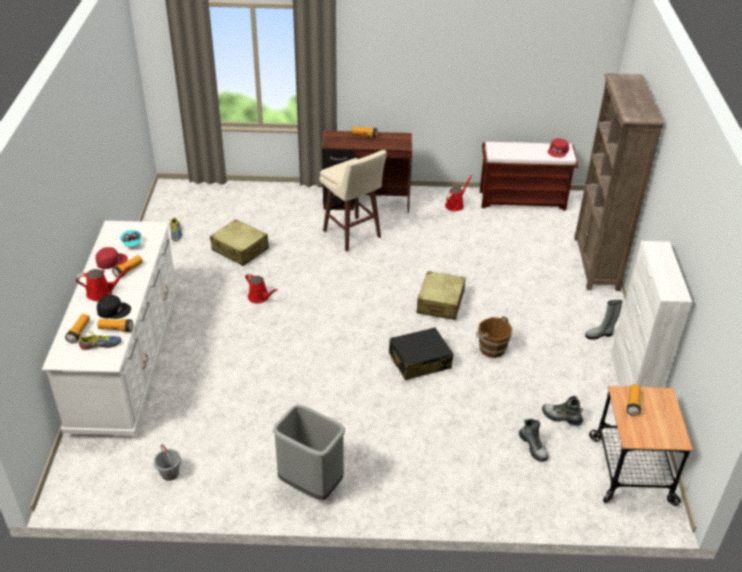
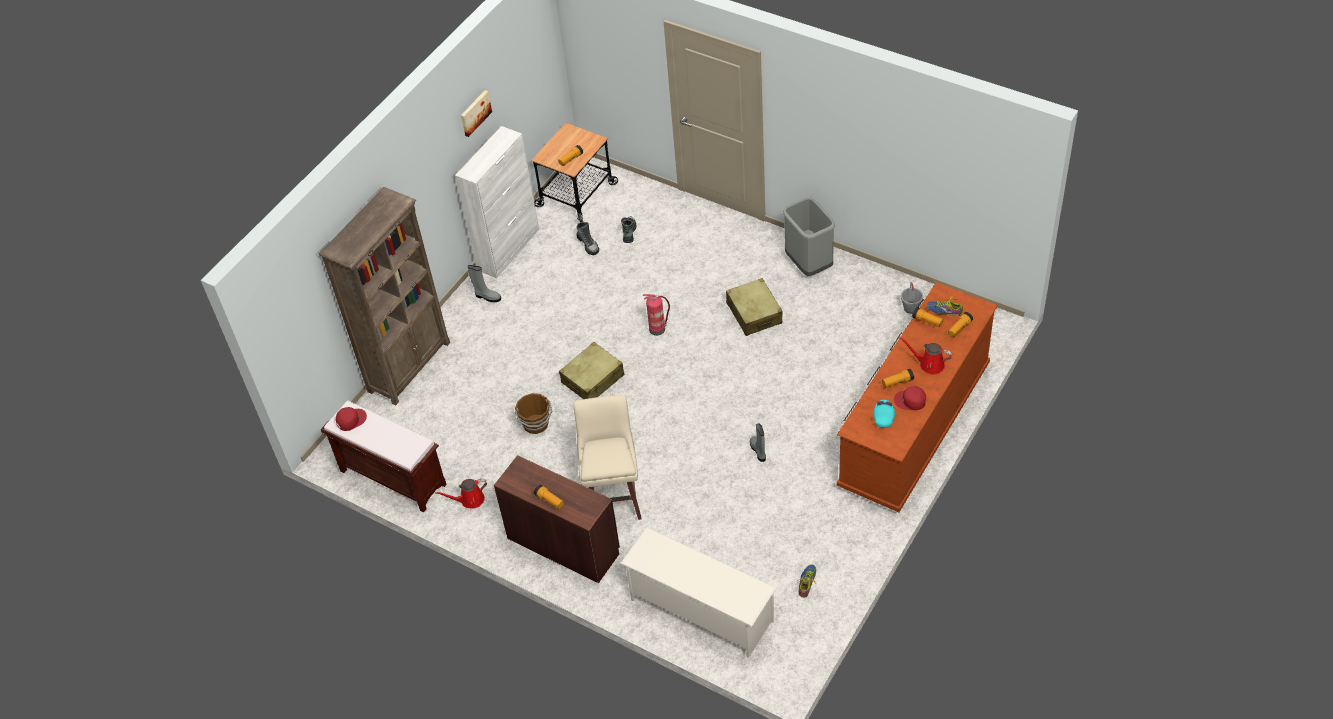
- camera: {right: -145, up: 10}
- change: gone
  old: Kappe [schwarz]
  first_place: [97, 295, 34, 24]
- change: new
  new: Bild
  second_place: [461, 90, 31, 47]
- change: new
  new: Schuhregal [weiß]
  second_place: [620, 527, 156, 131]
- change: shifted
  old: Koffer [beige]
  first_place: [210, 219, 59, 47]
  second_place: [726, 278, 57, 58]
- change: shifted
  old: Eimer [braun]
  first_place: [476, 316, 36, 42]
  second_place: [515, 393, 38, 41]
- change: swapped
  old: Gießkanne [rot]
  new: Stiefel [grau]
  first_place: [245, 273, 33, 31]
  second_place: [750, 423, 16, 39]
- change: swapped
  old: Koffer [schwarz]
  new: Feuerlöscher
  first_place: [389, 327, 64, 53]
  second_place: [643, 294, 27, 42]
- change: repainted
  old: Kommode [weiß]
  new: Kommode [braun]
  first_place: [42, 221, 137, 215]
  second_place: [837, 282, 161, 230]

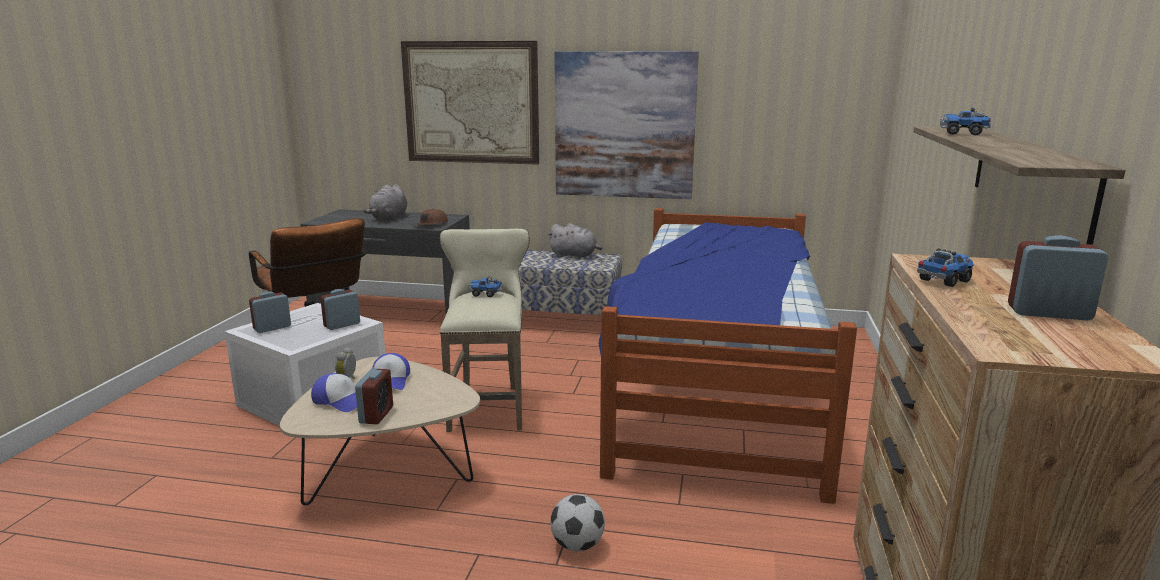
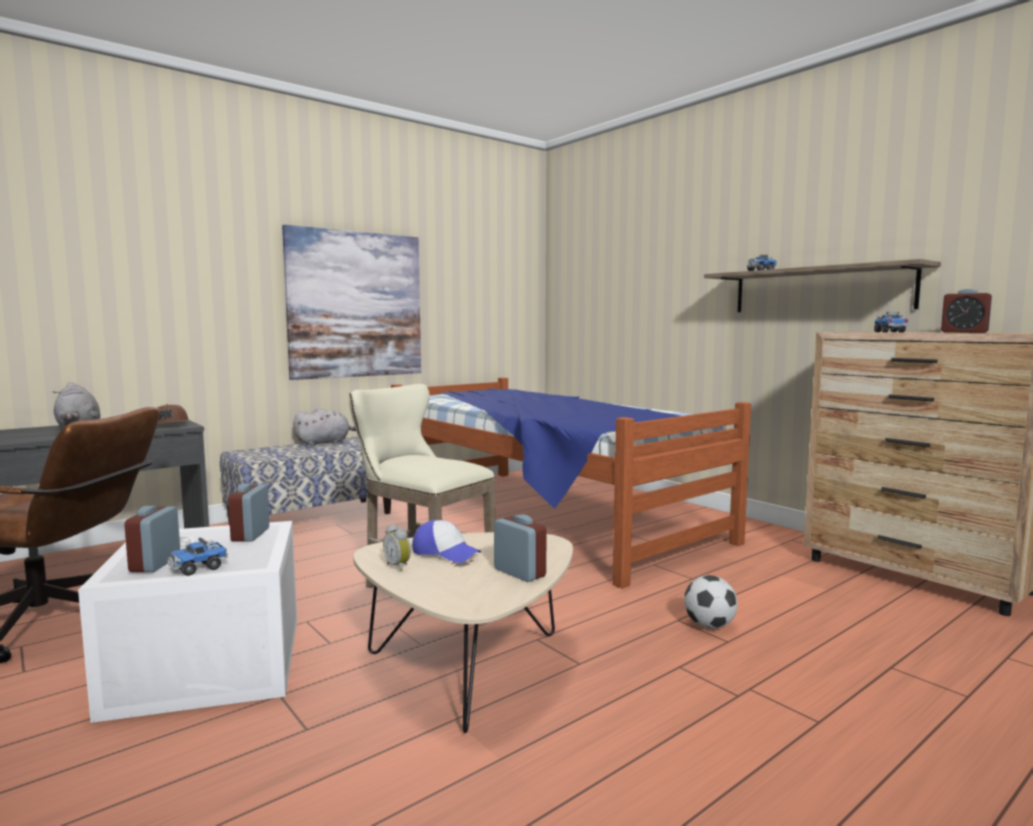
- camera: {right: -50, up: -10}
- change: gone
  old: Kappe
  first_place: [311, 373, 46, 39]
- change: gone
  old: Bild
  first_place: [401, 41, 138, 124]
- change: shifted
  old: Spielzeuglaster
  first_place: [469, 276, 34, 21]
  second_place: [167, 538, 61, 38]
- change: rotated
  old: Wecker
  first_place: [1008, 235, 100, 85]
  second_place: [941, 289, 51, 44]
  degrees: -105

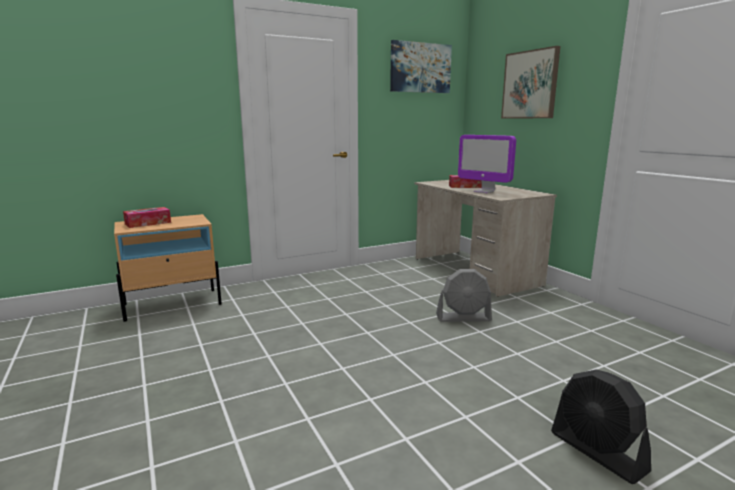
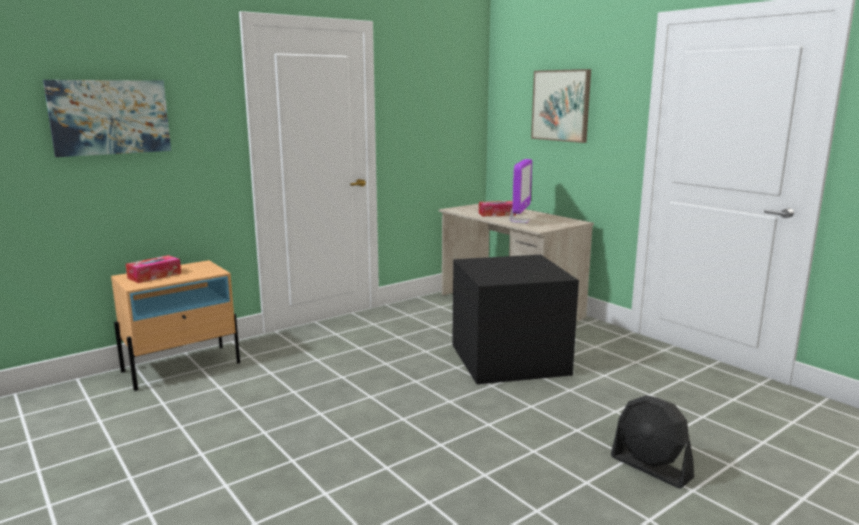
- camera: {right: -10, up: 0}
- change: shifted
  old: Bild
  first_place: [390, 40, 62, 53]
  second_place: [43, 80, 128, 77]
- change: swapped
  old: Ventilator [grau]
  new: Aufbewahrungsbox [schwarz]
  first_place: [436, 269, 56, 53]
  second_place: [452, 255, 127, 129]
- change: rotated
  old: Monitor
  first_place: [458, 135, 58, 58]
  second_place: [509, 159, 23, 64]
  degrees: -105

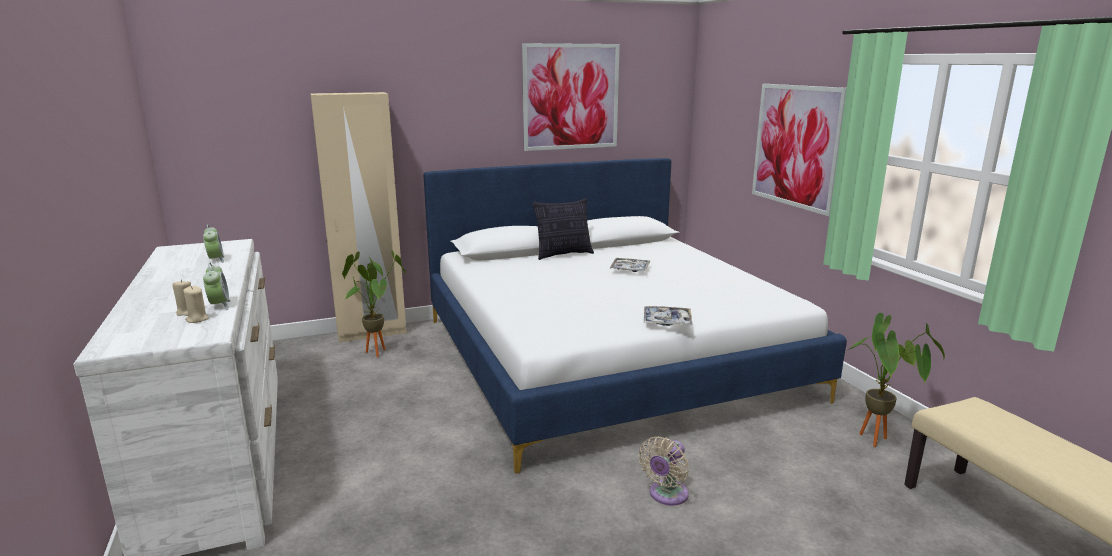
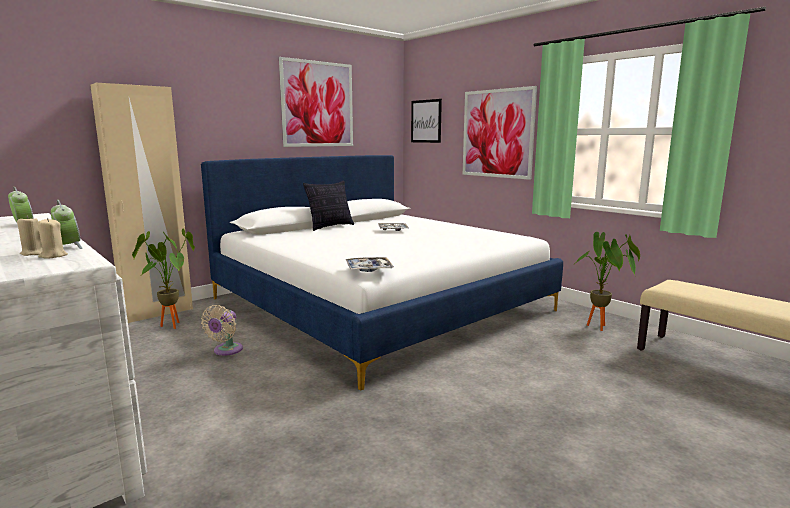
- camera: {right: -20, up: -5}
- change: new
  new: Bild
  second_place: [411, 99, 31, 44]
- change: shifted
  old: Ventilator [beige]
  first_place: [639, 436, 50, 70]
  second_place: [201, 305, 42, 51]
- change: shifted
  old: Tablett
  first_place: [644, 306, 49, 20]
  second_place: [346, 257, 48, 15]

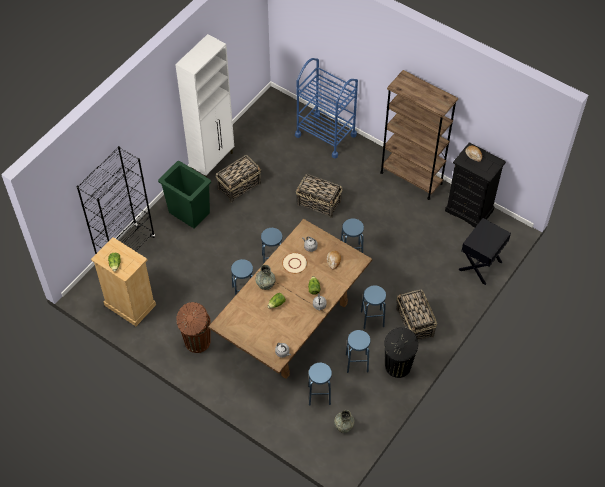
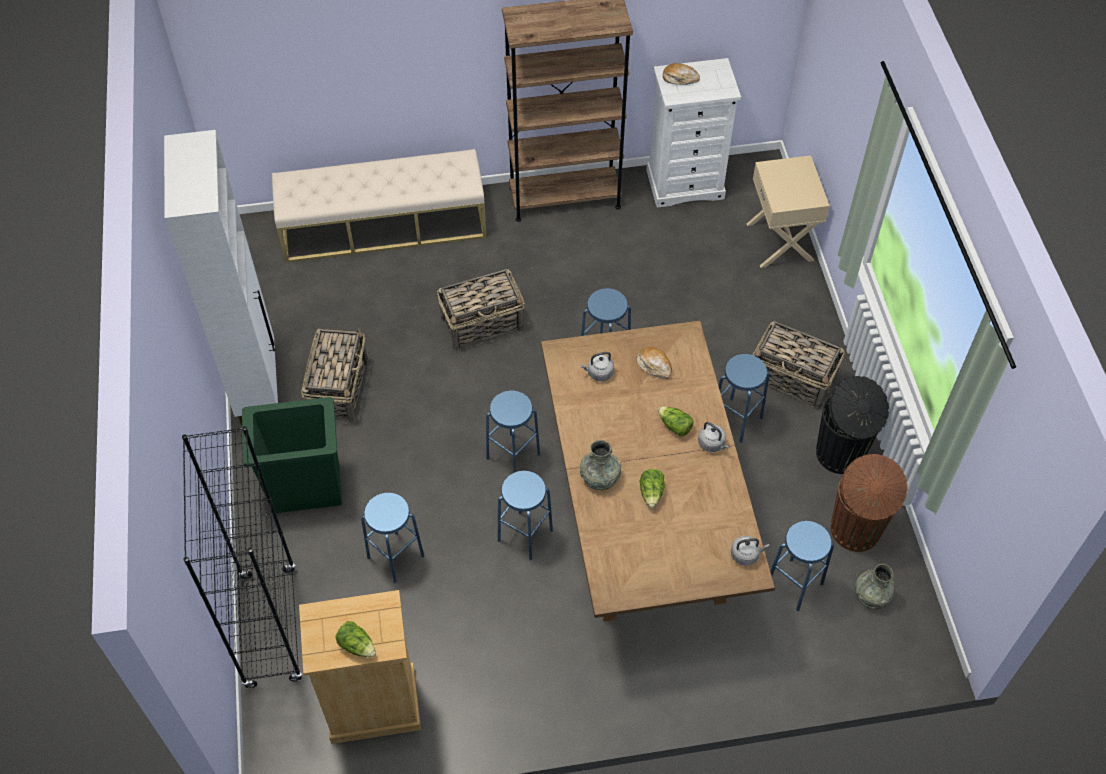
- camera: {right: -45, up: 0}
- change: gone
  old: Teller [beige]
  first_place: [282, 253, 25, 21]
- change: shifted
  old: Mülleimer [braun]
  first_place: [176, 302, 35, 51]
  second_place: [831, 454, 77, 98]
- change: shifted
  old: Hocker [blau]
  first_place: [346, 330, 25, 43]
  second_place: [361, 493, 63, 90]
- change: swapped
  old: Rollwagen [blau]
  new: Bank [beige]
  first_place: [295, 58, 63, 101]
  second_place: [272, 149, 215, 114]
- change: repainted
  old: Kommode [schwarz]
  new: Kommode [weiß]
  first_place: [445, 142, 61, 85]
  second_place: [646, 58, 95, 150]
- change: repainted
  old: Nachttisch [schwarz]
  new: Nachttisch [beige]
  first_place: [458, 218, 53, 67]
  second_place: [747, 155, 83, 113]

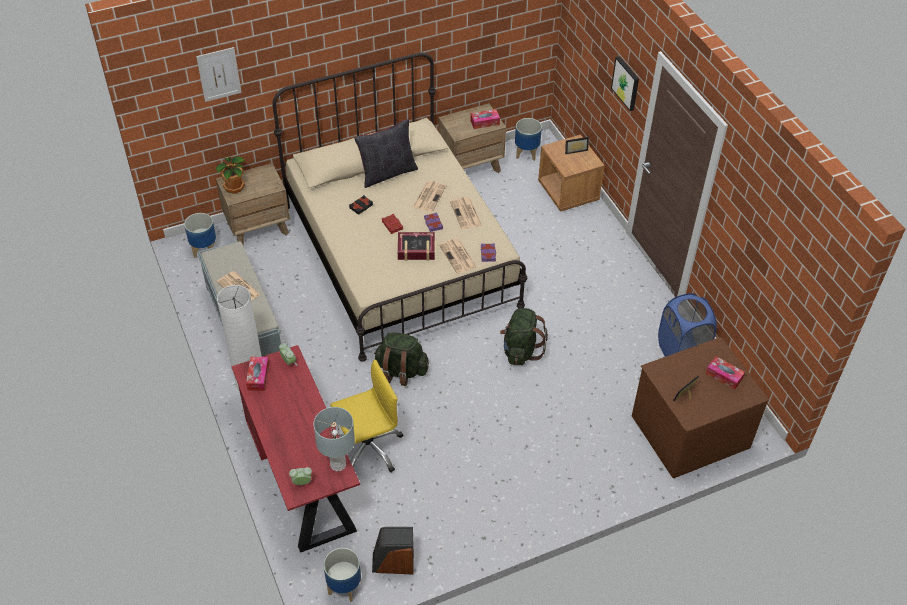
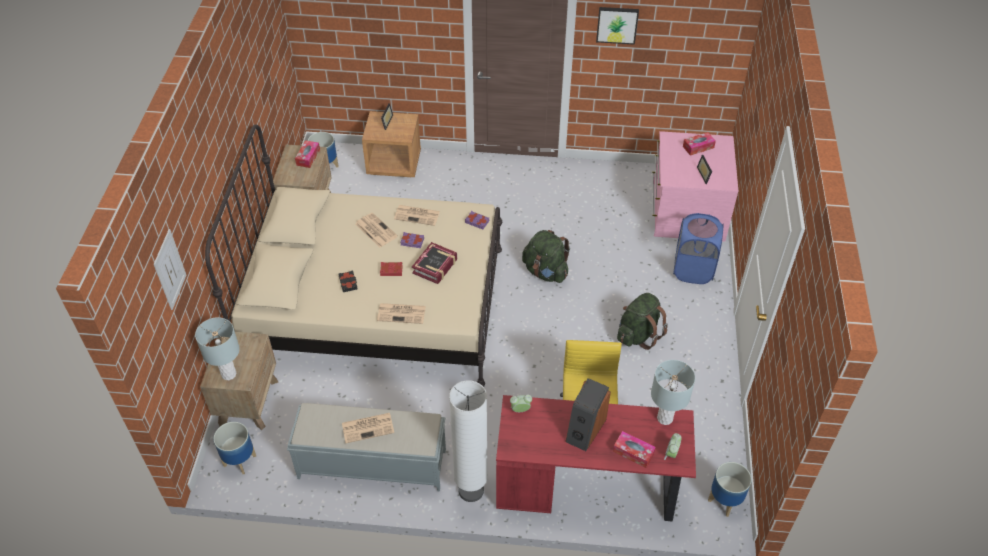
- camera: {right: -60, up: 0}
- change: gone
  old: Kissen [schwarz]
  first_place: [354, 119, 64, 69]
- change: shifted
  old: Taschentuchbox
  first_place: [246, 357, 23, 34]
  second_place: [613, 431, 43, 37]
- change: shifted
  old: Lautsprecher
  first_place: [372, 527, 42, 48]
  second_place: [565, 378, 46, 73]
- change: shifted
  old: Rucksack [grün]
  first_place: [374, 332, 55, 54]
  second_place: [617, 293, 51, 57]
- change: shifted
  old: Zeitung
  first_place: [439, 238, 38, 35]
  second_place: [377, 303, 49, 21]
- change: shifted
  old: Bild
  first_place: [611, 56, 28, 55]
  second_place: [596, 7, 43, 38]
- change: shifted
  old: Wäschekorb [blau]
  first_place: [658, 293, 59, 64]
  second_place: [673, 213, 50, 71]
- change: swapped
  old: Topfpflanze
  new: Tischlampe [grau]
  first_place: [216, 156, 29, 38]
  second_place: [195, 317, 45, 63]
- change: repainted
  old: Kommode [braun]
  new: Kommode [rosa]
  first_place: [632, 337, 137, 141]
  second_place: [652, 131, 86, 111]

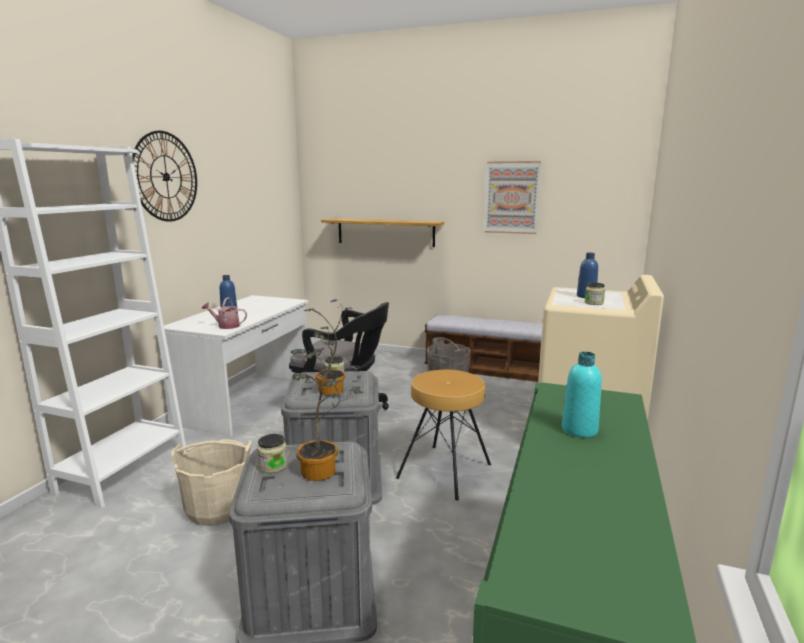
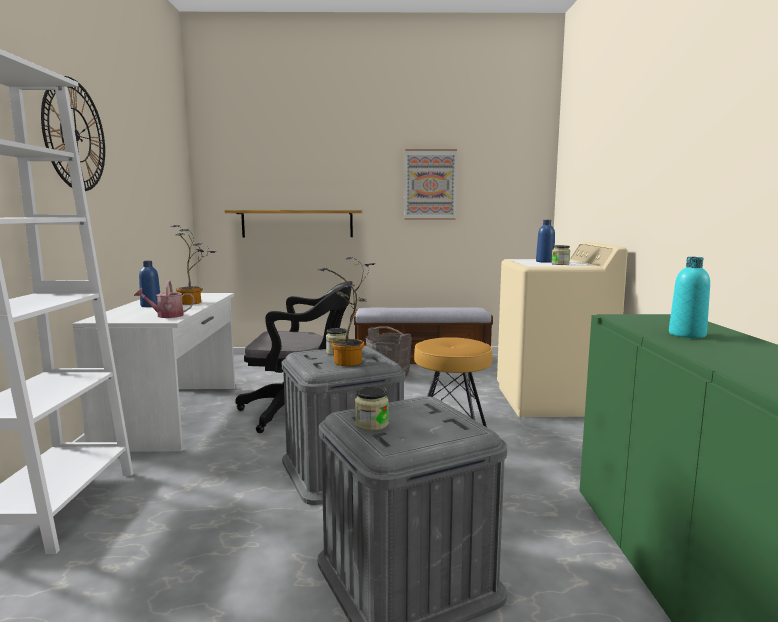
- camera: {right: -20, up: -5}
- change: gone
  old: Eimer [beige]
  first_place: [171, 440, 81, 86]
- change: shifted
  old: Topfpflanze
  first_place: [291, 347, 72, 134]
  second_place: [170, 225, 46, 80]

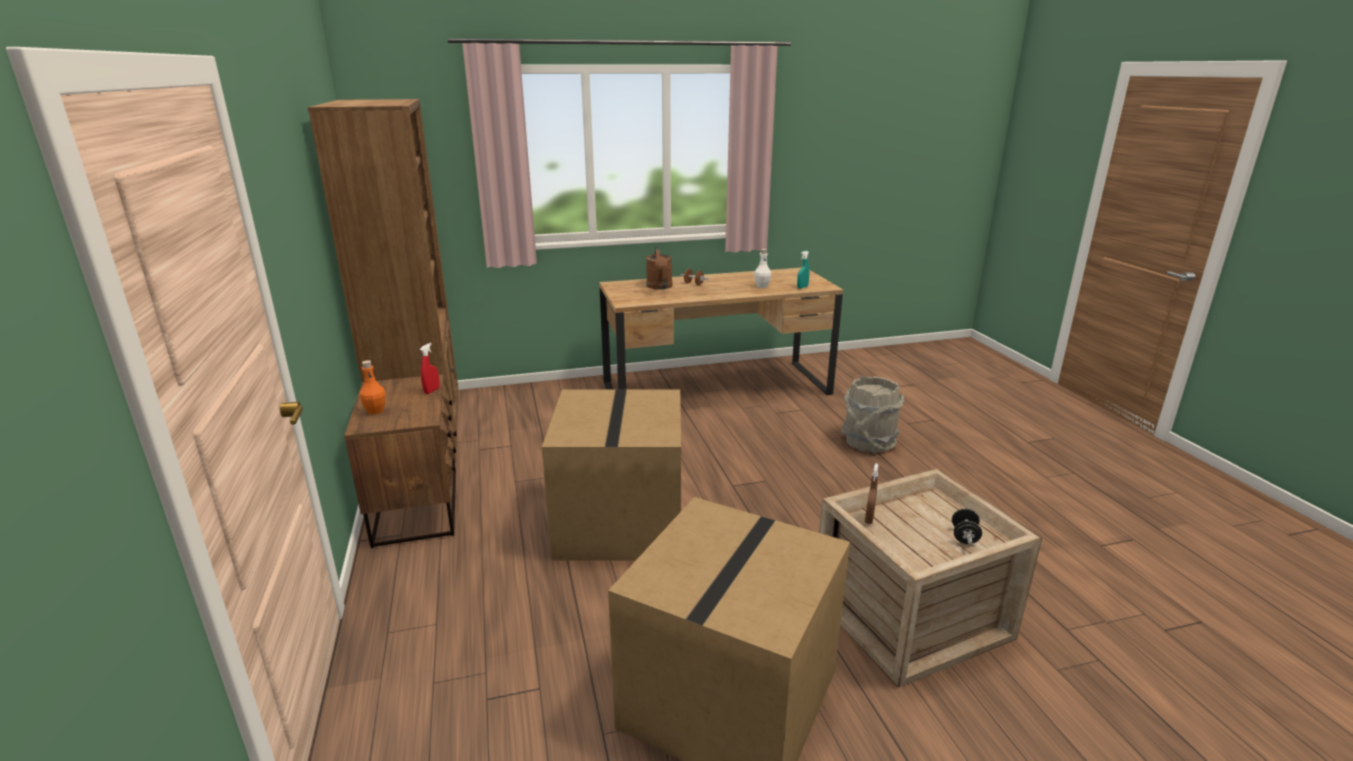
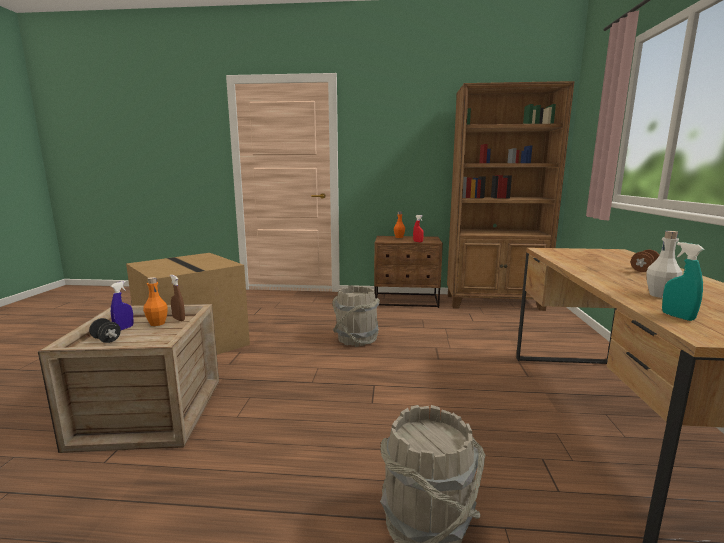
- camera: {right: 110, up: -10}
- change: gone
  old: Gießkanne [braun]
  first_place: [646, 247, 27, 43]
- change: new
  new: Sprühflasche [blau]
  second_place: [111, 281, 23, 49]
- change: new
  new: Flasche [orange]
  second_place: [143, 277, 25, 49]
- change: swapped
  old: Karton
  new: Eimer [grau]
  first_place: [542, 389, 139, 172]
  second_place: [332, 285, 48, 62]

